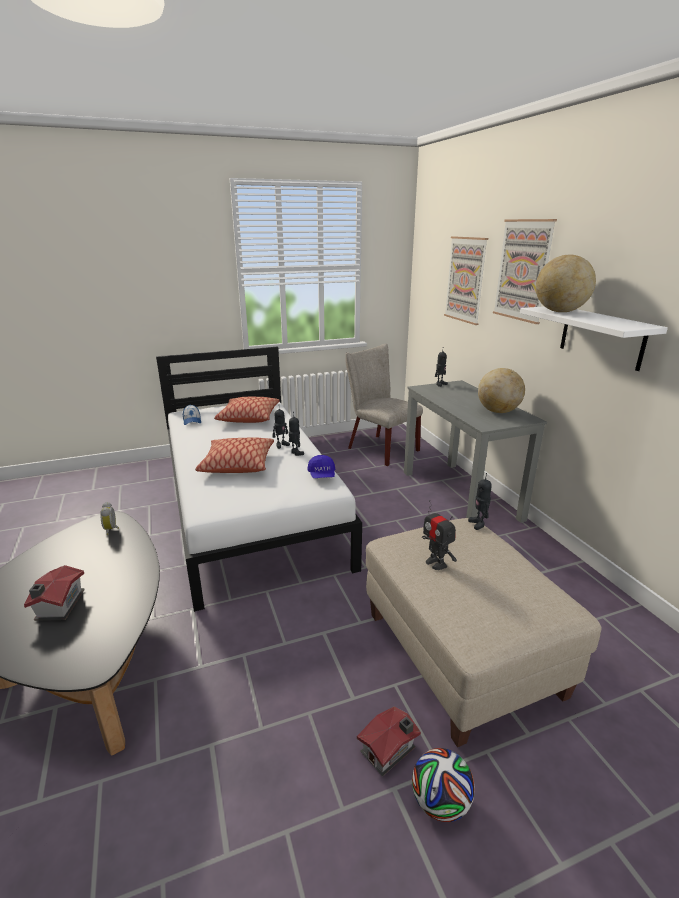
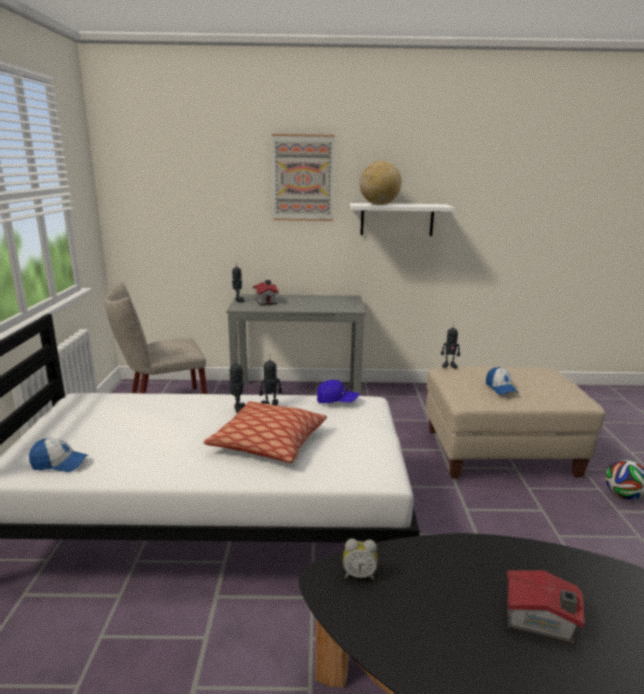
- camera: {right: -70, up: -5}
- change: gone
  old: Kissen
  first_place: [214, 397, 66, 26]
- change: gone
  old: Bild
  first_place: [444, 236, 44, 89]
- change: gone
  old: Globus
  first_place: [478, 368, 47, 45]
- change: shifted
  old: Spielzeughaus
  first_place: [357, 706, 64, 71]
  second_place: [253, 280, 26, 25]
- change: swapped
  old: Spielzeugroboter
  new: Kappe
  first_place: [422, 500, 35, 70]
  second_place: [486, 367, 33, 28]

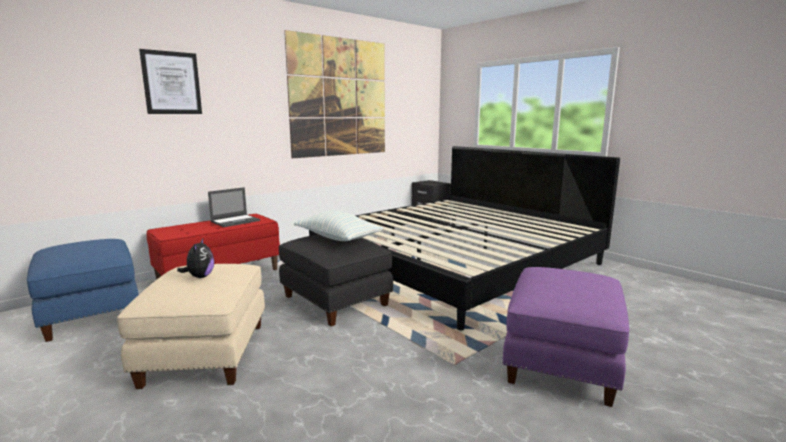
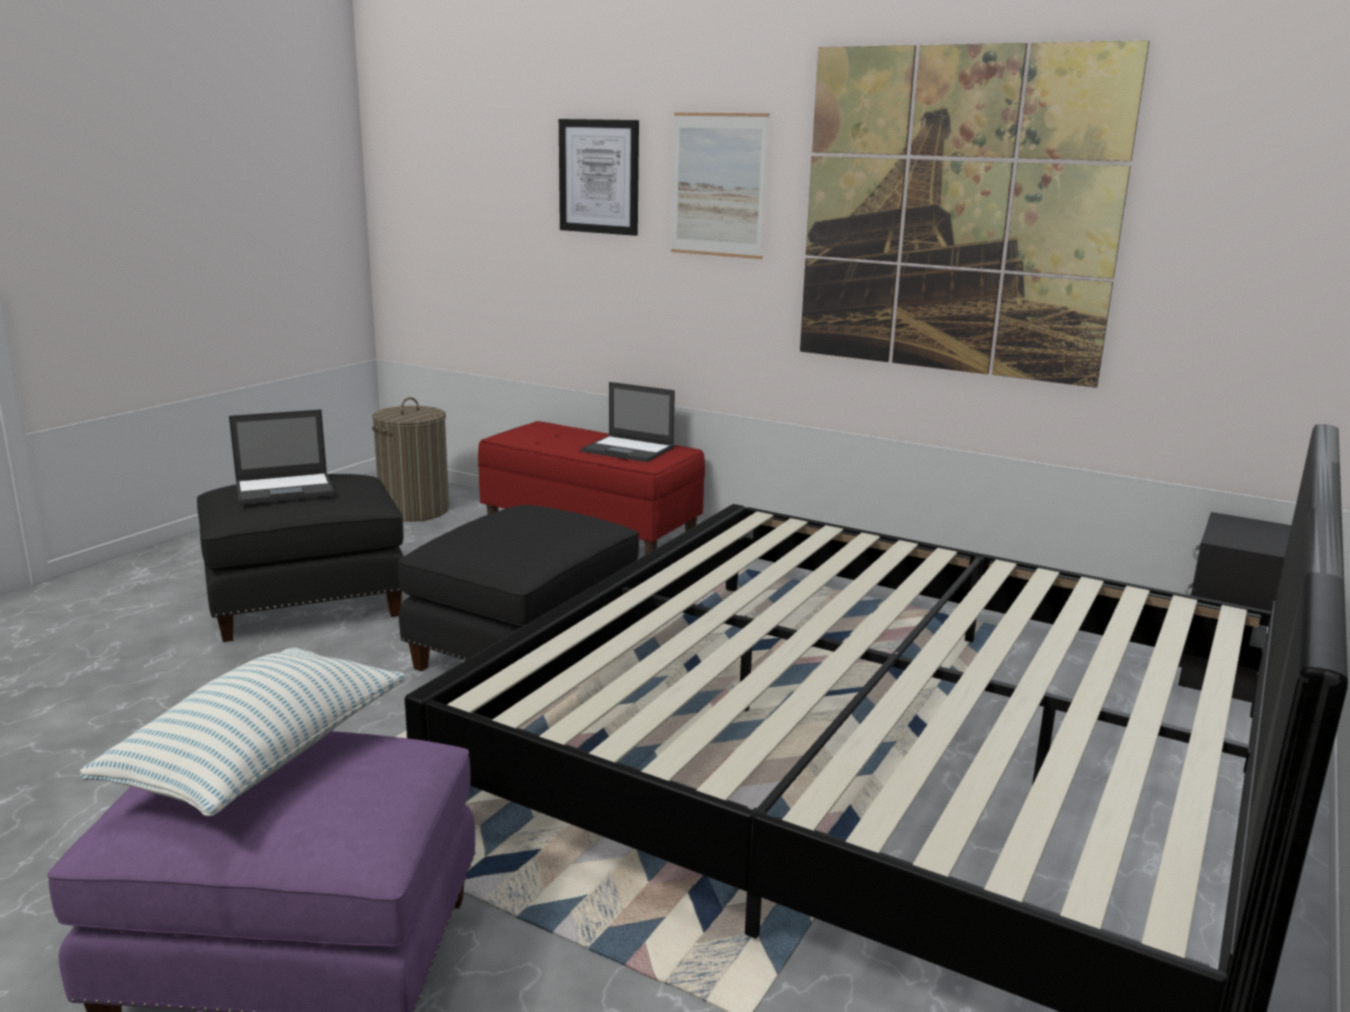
- camera: {right: 70, up: 5}
- change: new
  new: Bild
  second_place: [671, 112, 98, 147]
- change: shifted
  old: Kissen
  first_place: [294, 211, 89, 30]
  second_place: [80, 648, 326, 168]
- change: swapped
  old: Polsterhocker [blau]
  new: Wäschekorb
  first_place: [27, 239, 112, 103]
  second_place: [372, 397, 77, 125]
- change: swapped
  old: Plüschtier
  new: Laptop
  first_place: [177, 239, 37, 39]
  second_place: [229, 409, 106, 96]
- change: repainted
  old: Polsterhocker [beige]
  new: Polsterhocker [schwarz]
  first_place: [117, 264, 148, 125]
  second_place: [197, 474, 207, 168]

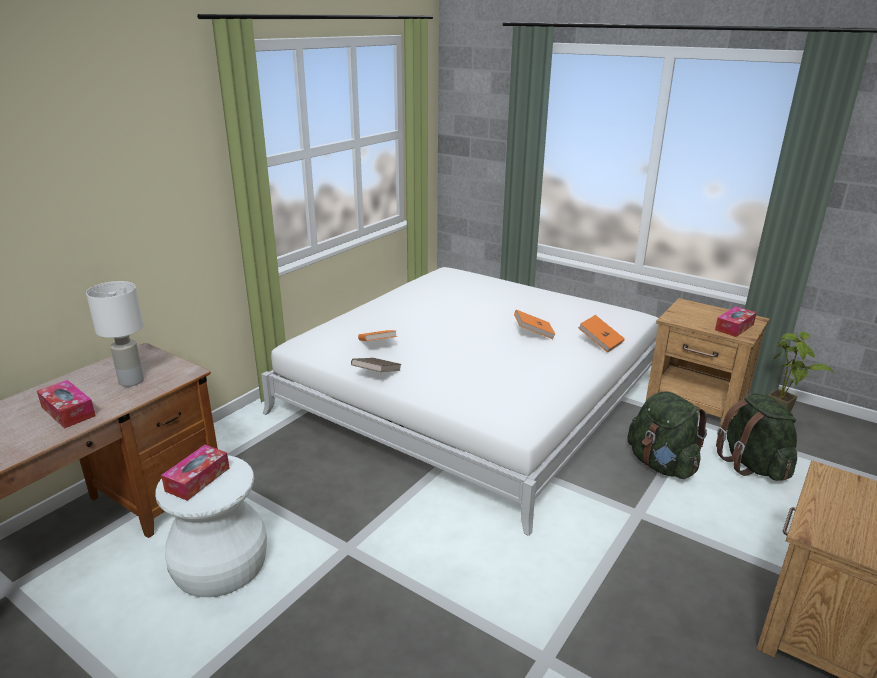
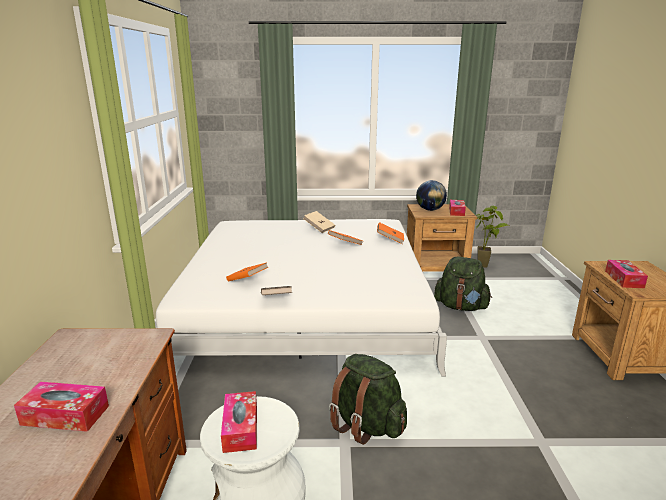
- camera: {right: -35, up: -5}
- change: gone
  old: Tischlampe [weiß]
  first_place: [86, 281, 58, 106]
- change: new
  new: Buch [beige]
  second_place: [303, 211, 32, 22]
- change: new
  new: Globus
  second_place: [416, 180, 31, 31]
- change: new
  new: Taschentuchbox
  second_place: [605, 260, 43, 28]
- change: shifted
  old: Rucksack [grün]
  first_place: [716, 393, 81, 88]
  second_place: [329, 354, 78, 91]

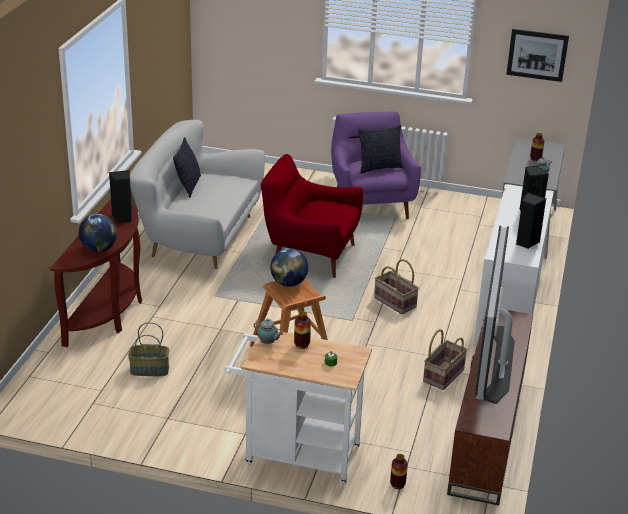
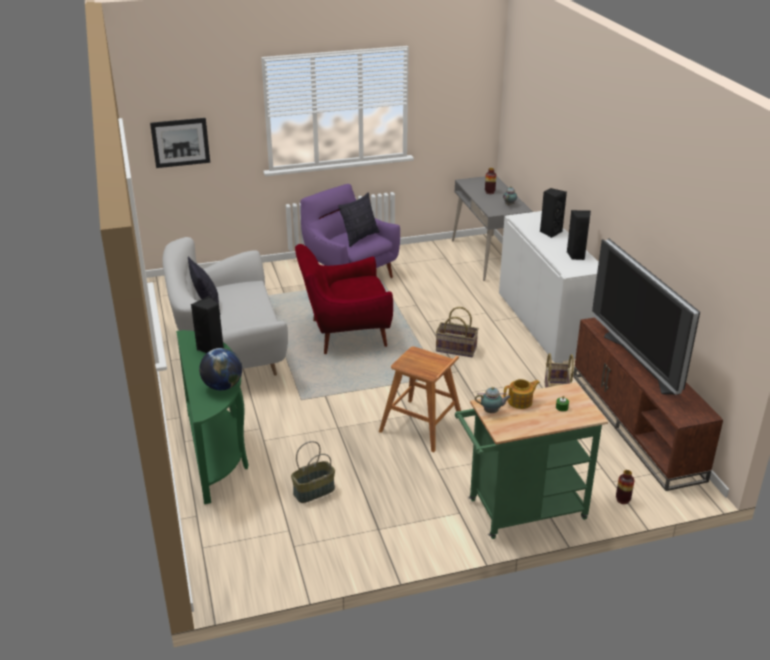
- camera: {right: -30, up: 0}
- change: gone
  old: Globus
  first_place: [270, 248, 38, 39]
- change: shifted
  old: Bild
  first_place: [506, 29, 63, 53]
  second_place: [150, 118, 60, 50]
- change: swapped
  old: Vase
  new: Teekanne
  first_place: [294, 311, 17, 38]
  second_place: [504, 379, 36, 30]
- change: repainted
  old: Konsolentisch [braun]
  new: Konsolentisch [grün]
  first_place: [50, 199, 92, 148]
  second_place: [176, 330, 73, 174]
- change: repainted
  old: Rollwagen [weiß]
  new: Rollwagen [grün]
  first_place: [225, 331, 147, 154]
  second_place: [455, 382, 153, 157]

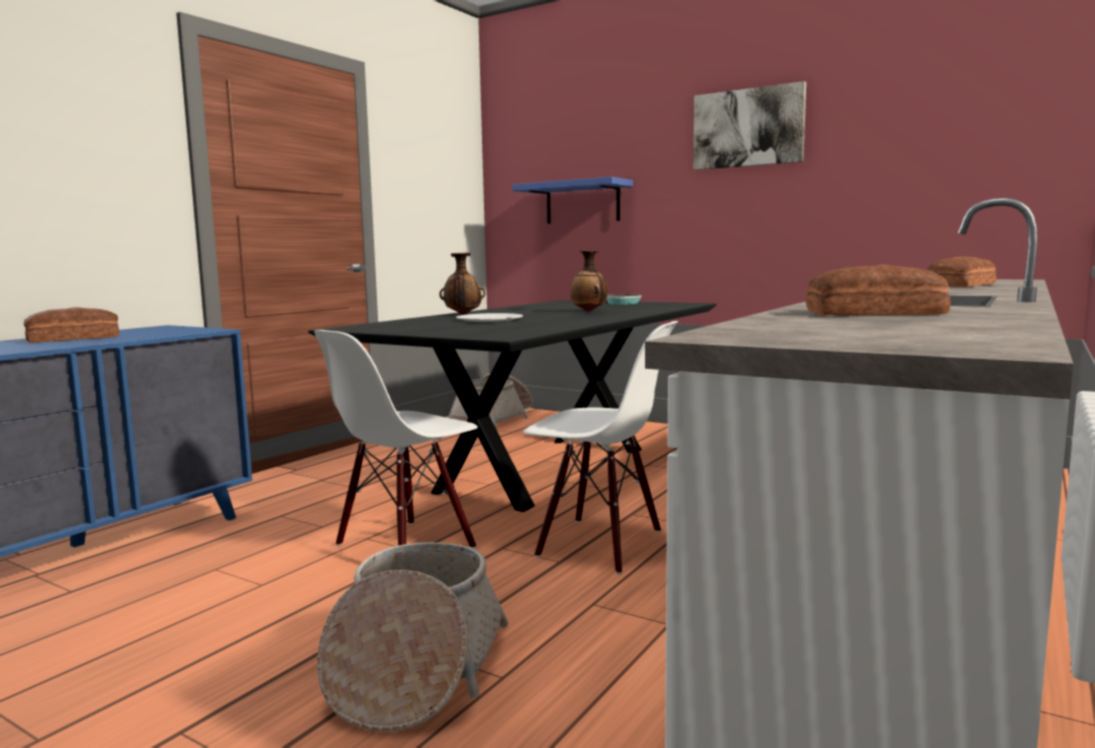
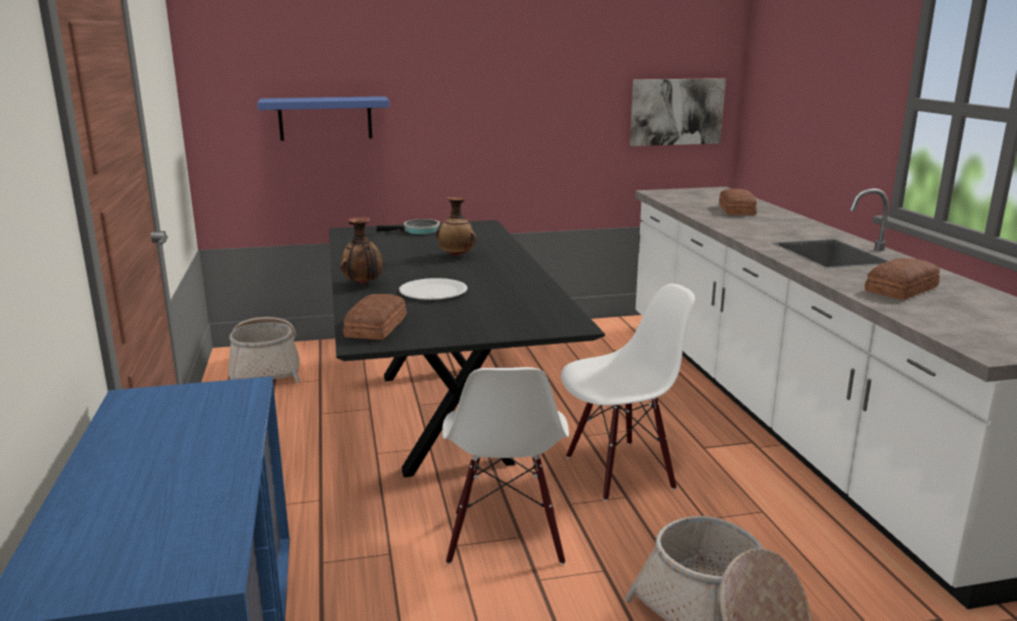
- camera: {right: -45, up: 10}
- change: shifted
  old: Brot
  first_place: [24, 307, 95, 36]
  second_place: [343, 294, 64, 46]
- change: shifted
  old: Bild
  first_place: [693, 81, 113, 89]
  second_place: [630, 78, 96, 68]

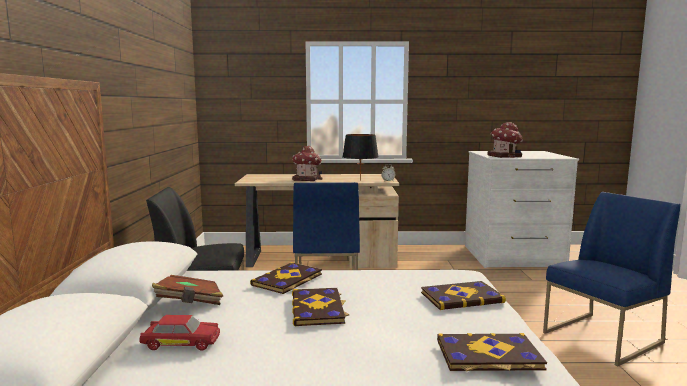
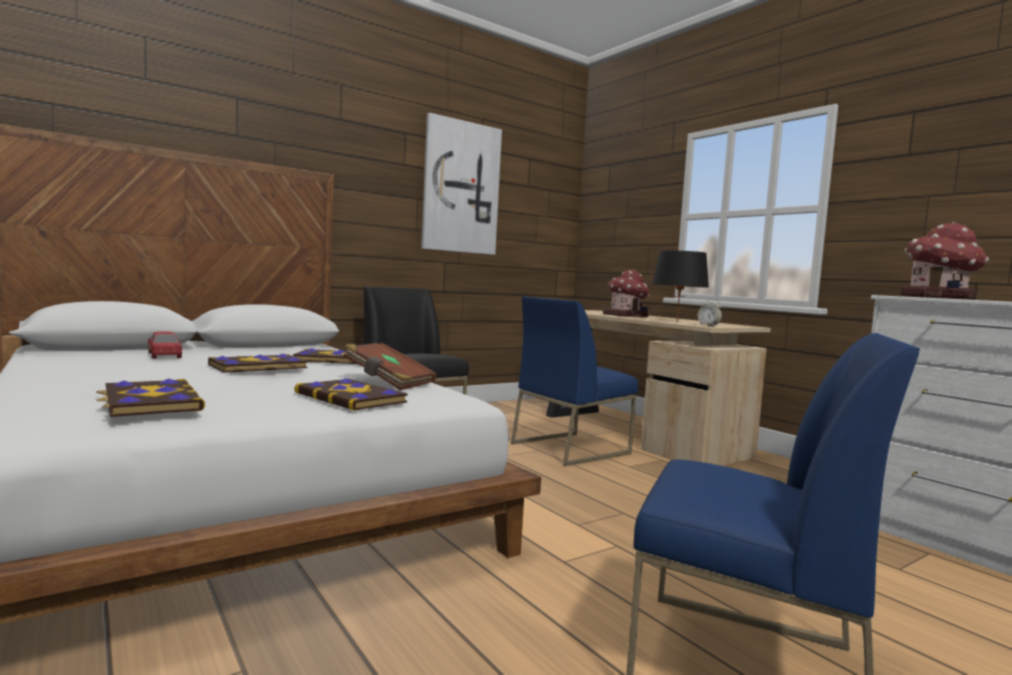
- camera: {right: 55, up: -5}
- change: new
  new: Bild
  second_place: [421, 113, 81, 142]
- change: shifted
  old: Buch [braun]
  first_place: [152, 275, 71, 30]
  second_place: [344, 343, 93, 47]

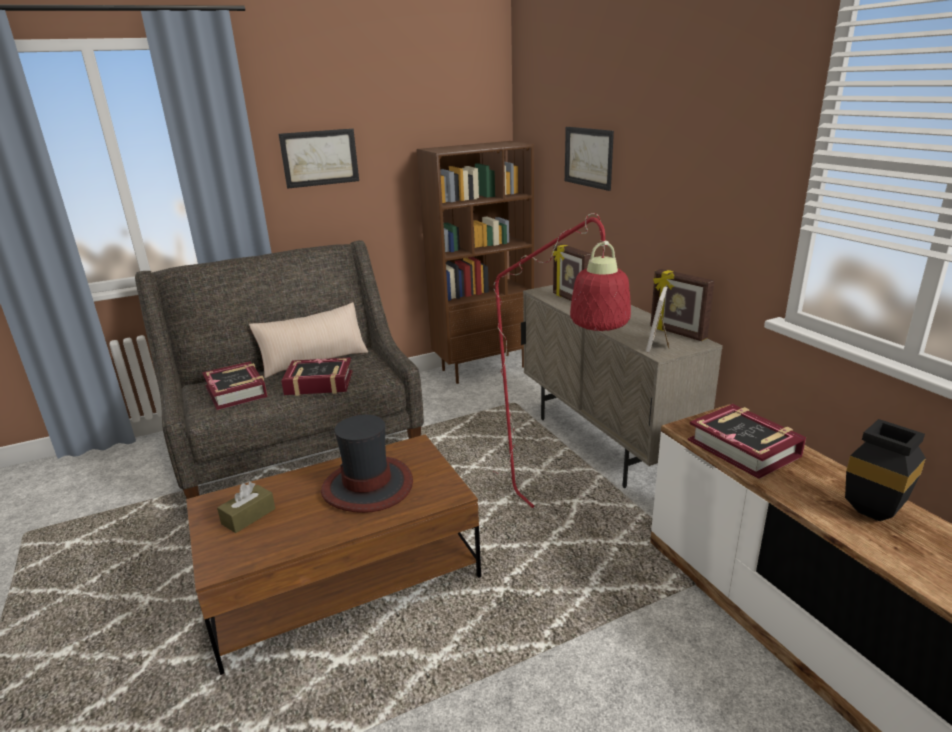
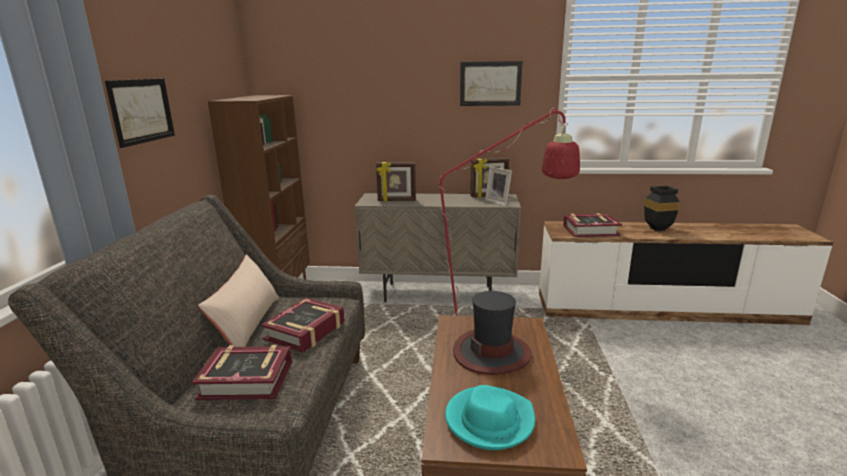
- camera: {right: -60, up: -5}
- change: shifted
  old: Bild
  first_place: [565, 127, 49, 64]
  second_place: [460, 61, 62, 45]
- change: swapped
  old: Taschentuchbox [braun]
  new: Hut [türkis]
  first_place: [217, 482, 58, 51]
  second_place: [445, 385, 90, 65]

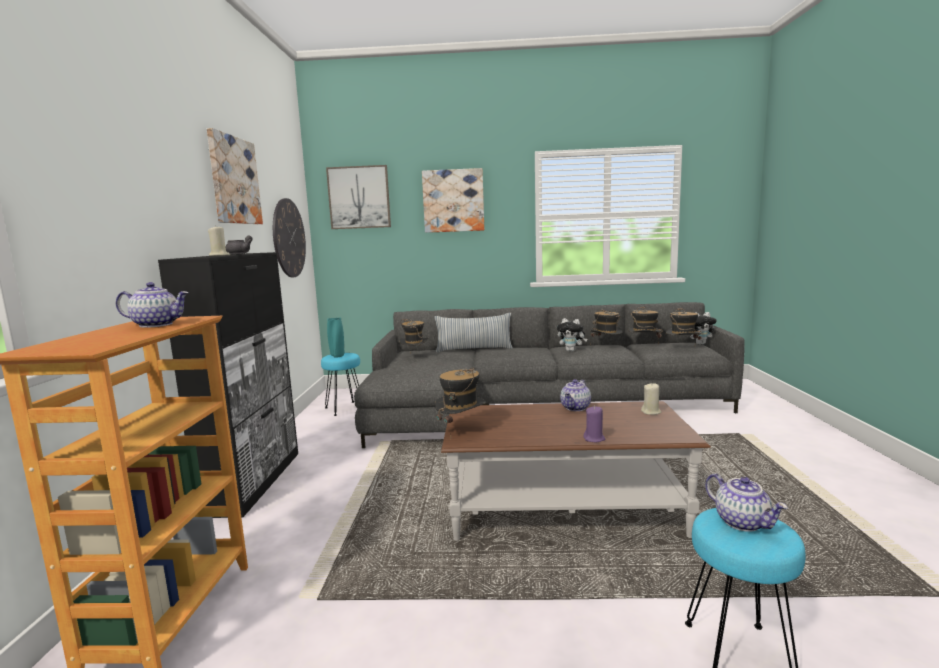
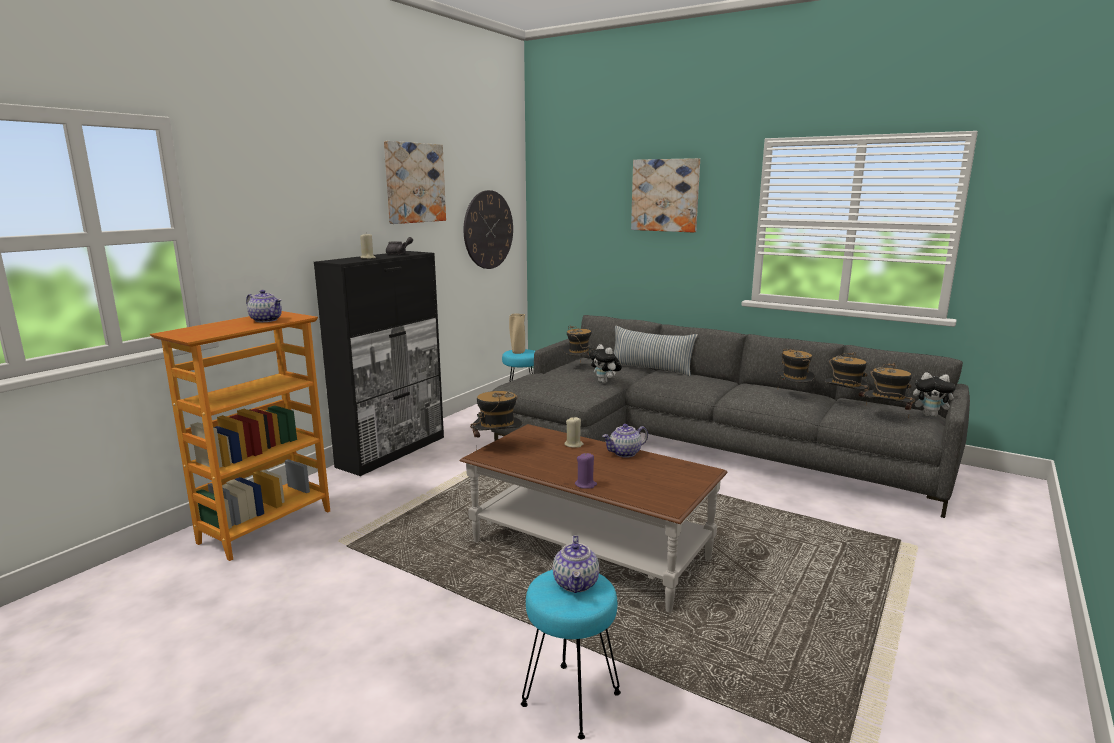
- camera: {right: 30, up: 5}
- change: gone
  old: Bild
  first_place: [326, 165, 65, 64]
- change: shifted
  old: Plüschtier
  first_place: [557, 318, 30, 34]
  second_place: [589, 344, 33, 39]
- change: shifted
  old: Kerze [beige]
  first_place: [641, 384, 20, 31]
  second_place: [564, 417, 20, 31]
- change: repainted
  old: Vase [türkis]
  new: Vase [beige]
  first_place: [327, 318, 17, 40]
  second_place: [509, 314, 16, 40]

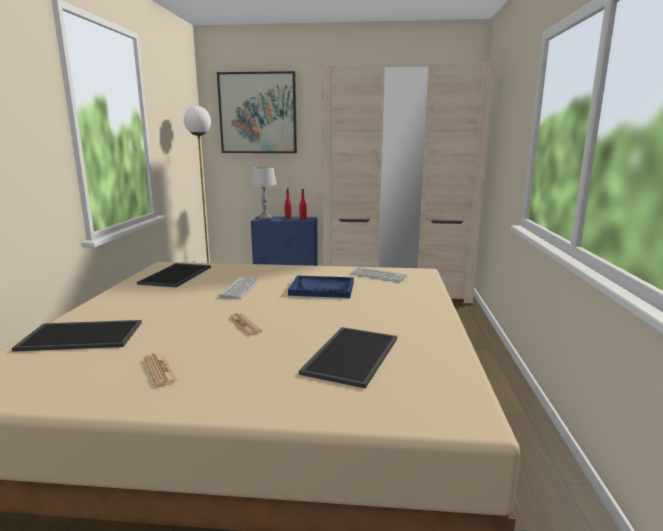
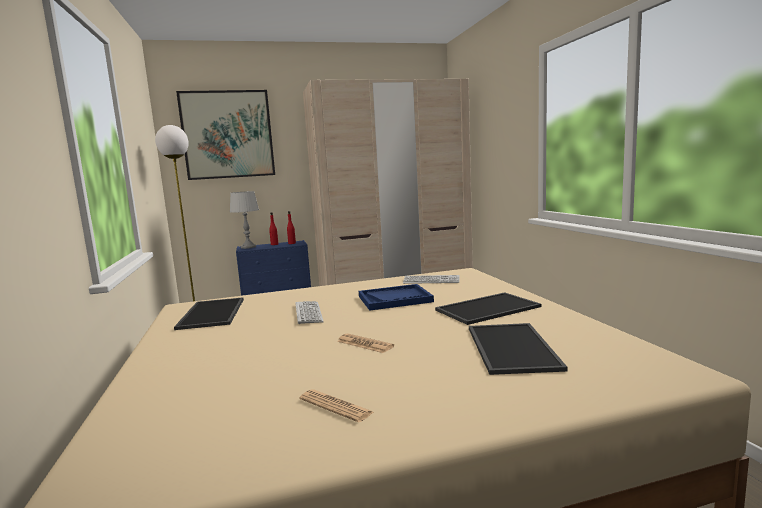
- camera: {right: -20, up: -5}
- change: shifted
  old: Tablett
  first_place: [12, 320, 130, 32]
  second_place: [435, 292, 107, 33]

